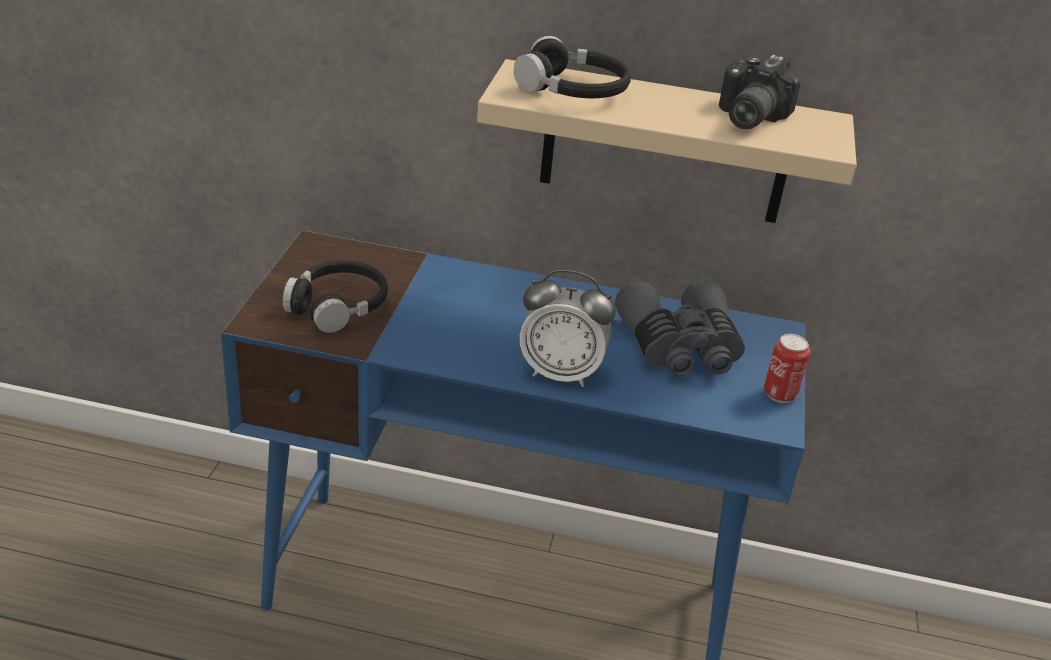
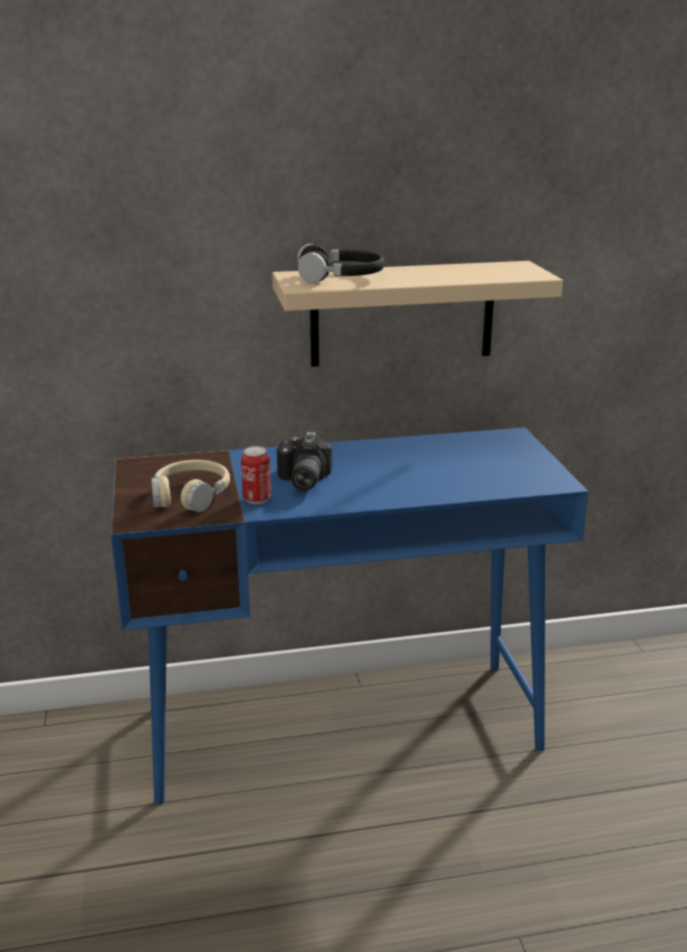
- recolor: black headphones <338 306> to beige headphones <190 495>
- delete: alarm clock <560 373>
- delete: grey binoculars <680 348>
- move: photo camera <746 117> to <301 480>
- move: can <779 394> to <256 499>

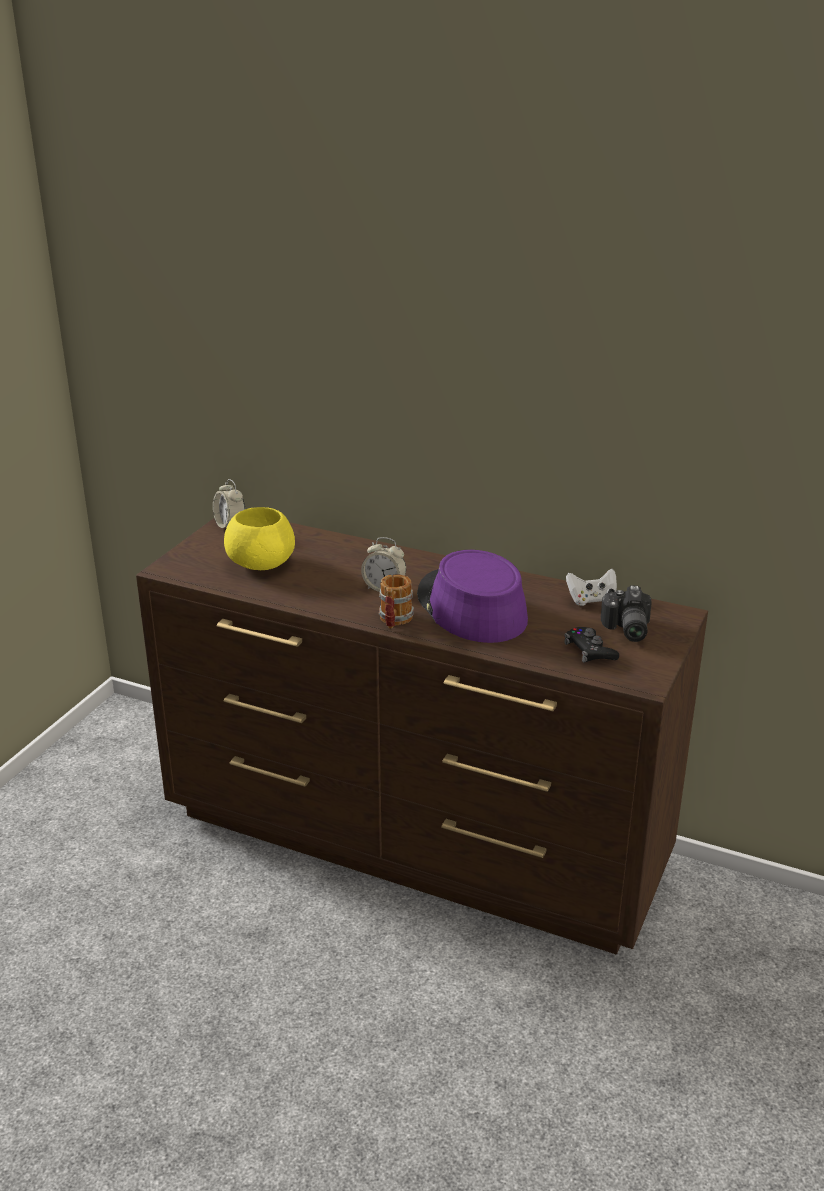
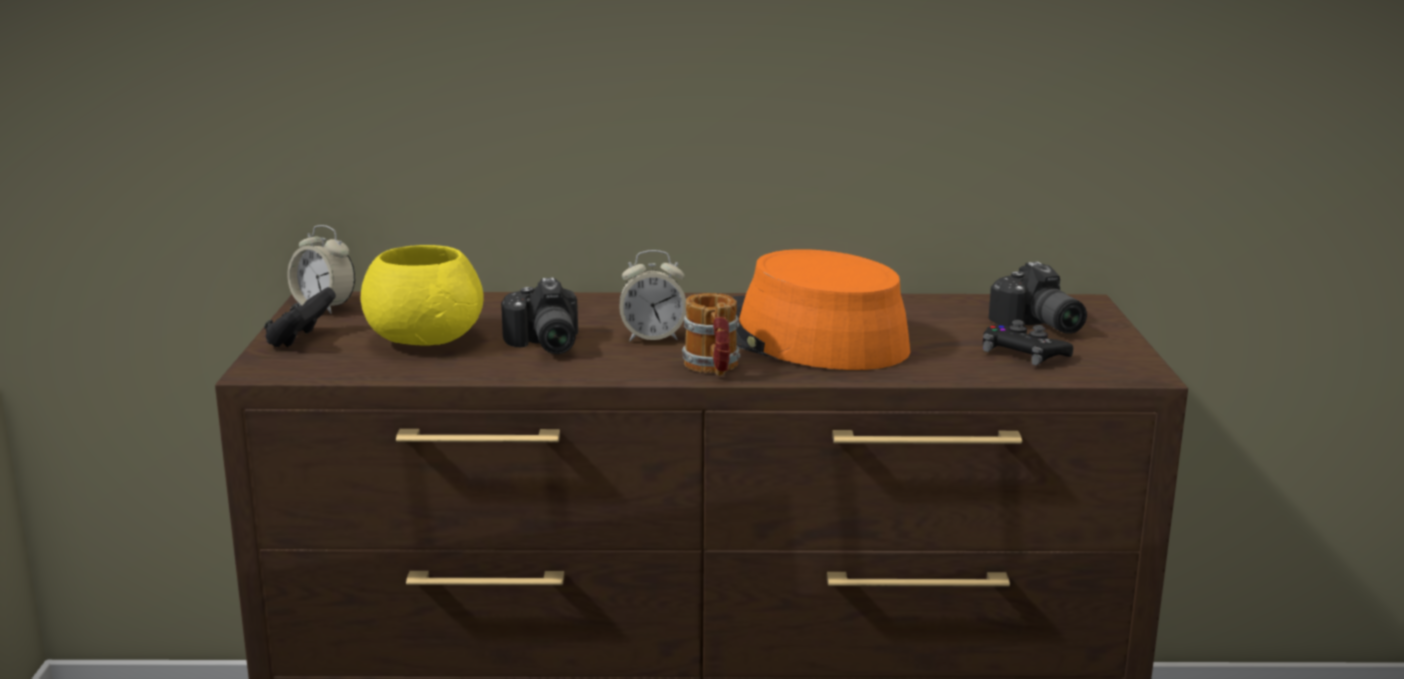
- recolor: purple hat <470 607> to orange hat <805 338>
- delete: white game controller <591 600>
- insert: black game controller <300 340>
- insert: photo camera <543 345>

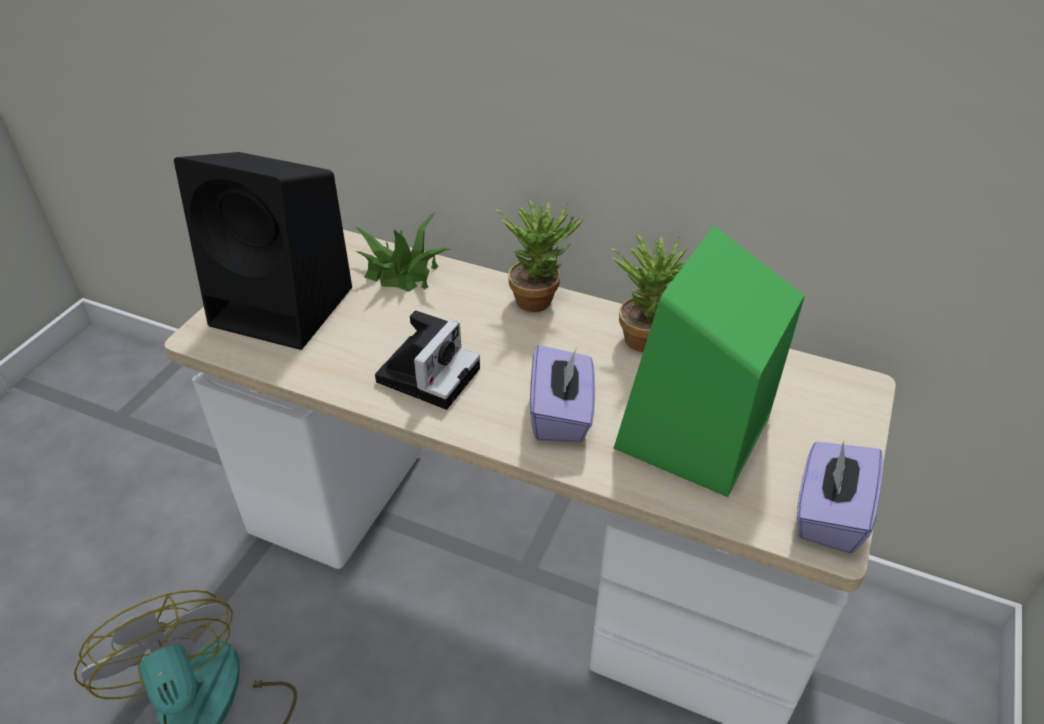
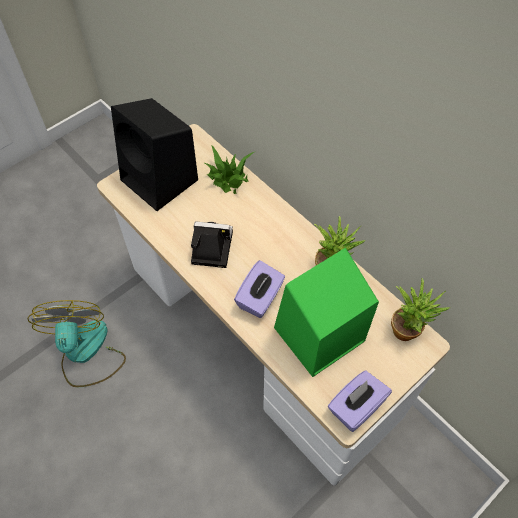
- rotate: photo camera <429 372> = <210 248> 135 degrees counterclockwise
- move: potted plant <539 297> to <408 329>

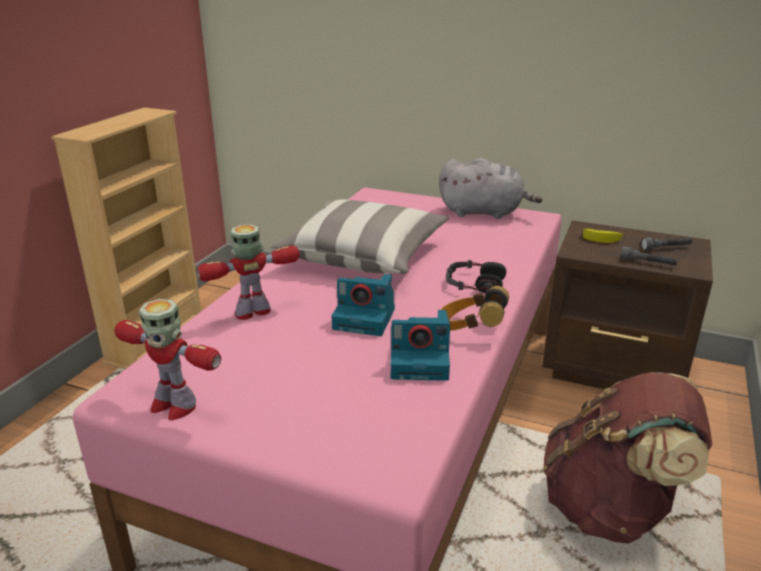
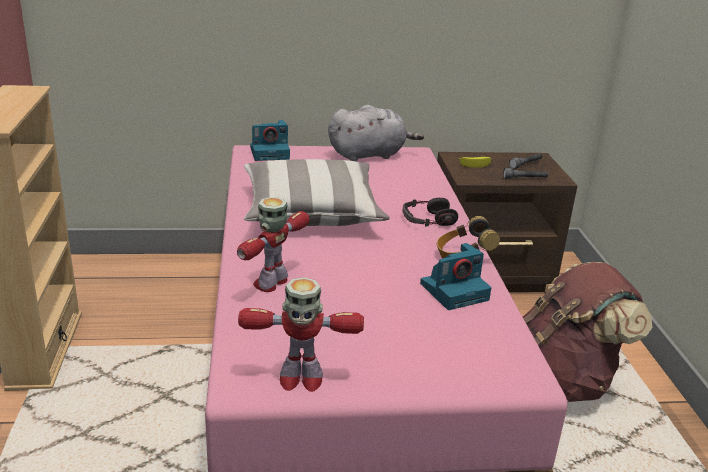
- move: photo camera <366 319> to <270 153>

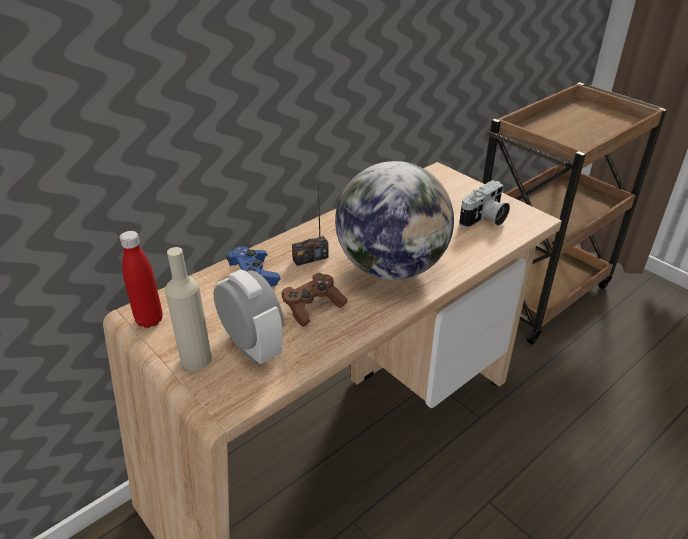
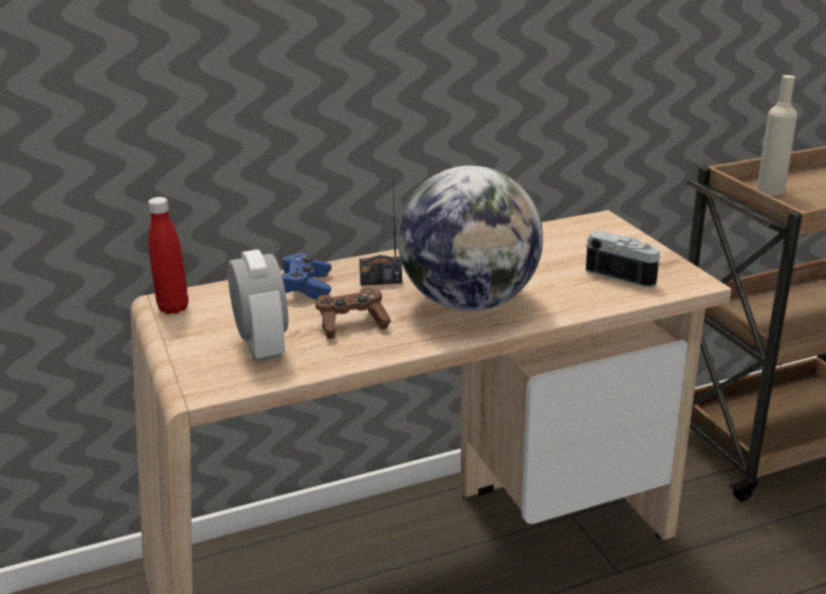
- move: beige bottle <196 359> to <770 191>
- rotate: photo camera <485 219> = <624 274> 120 degrees counterclockwise

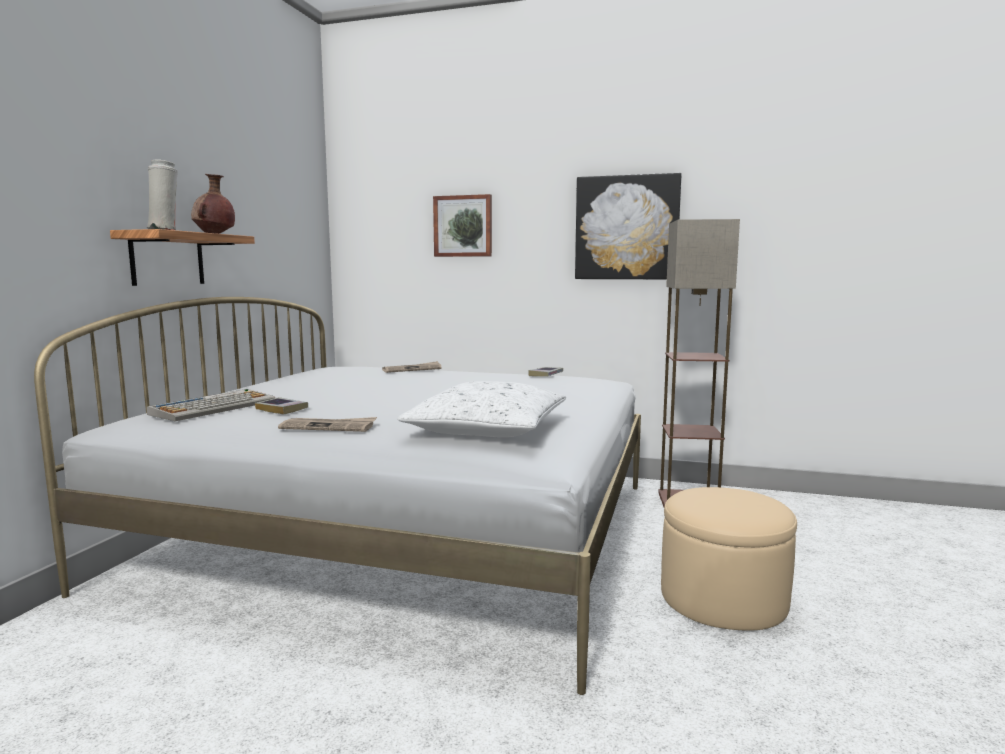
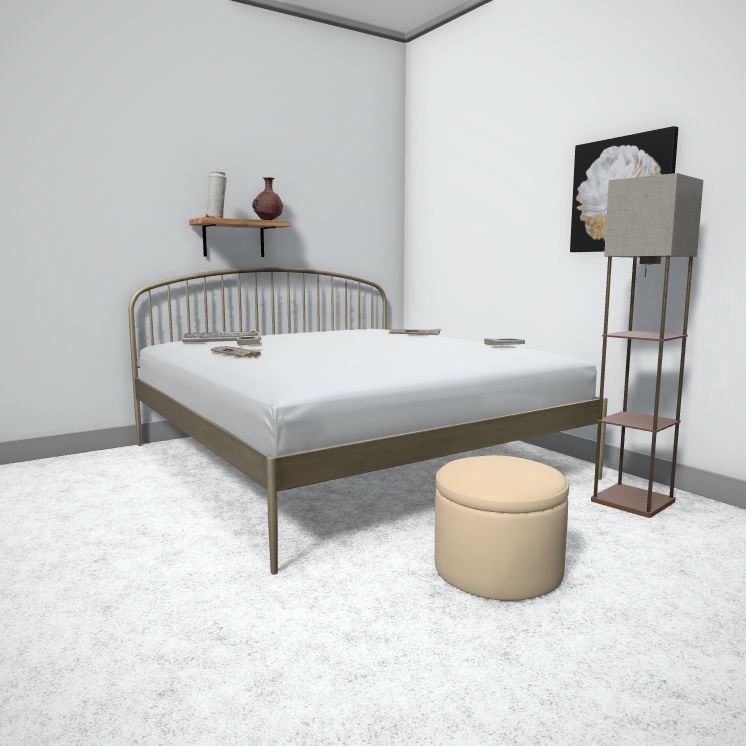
- delete: white pillow <487 428>
- delete: picture <463 226>

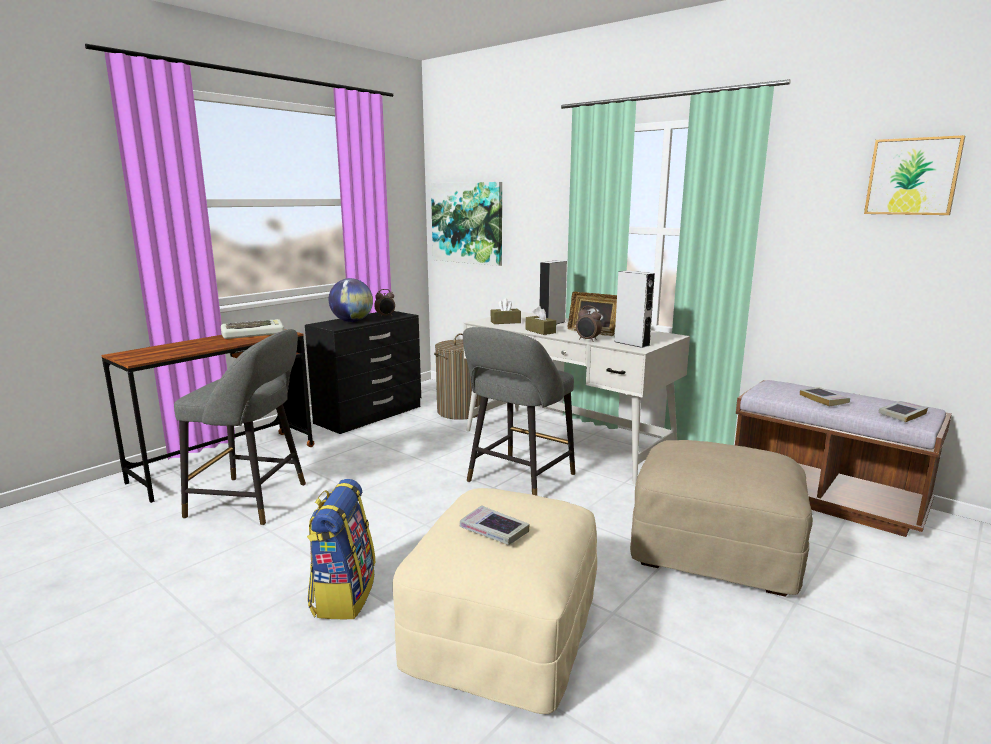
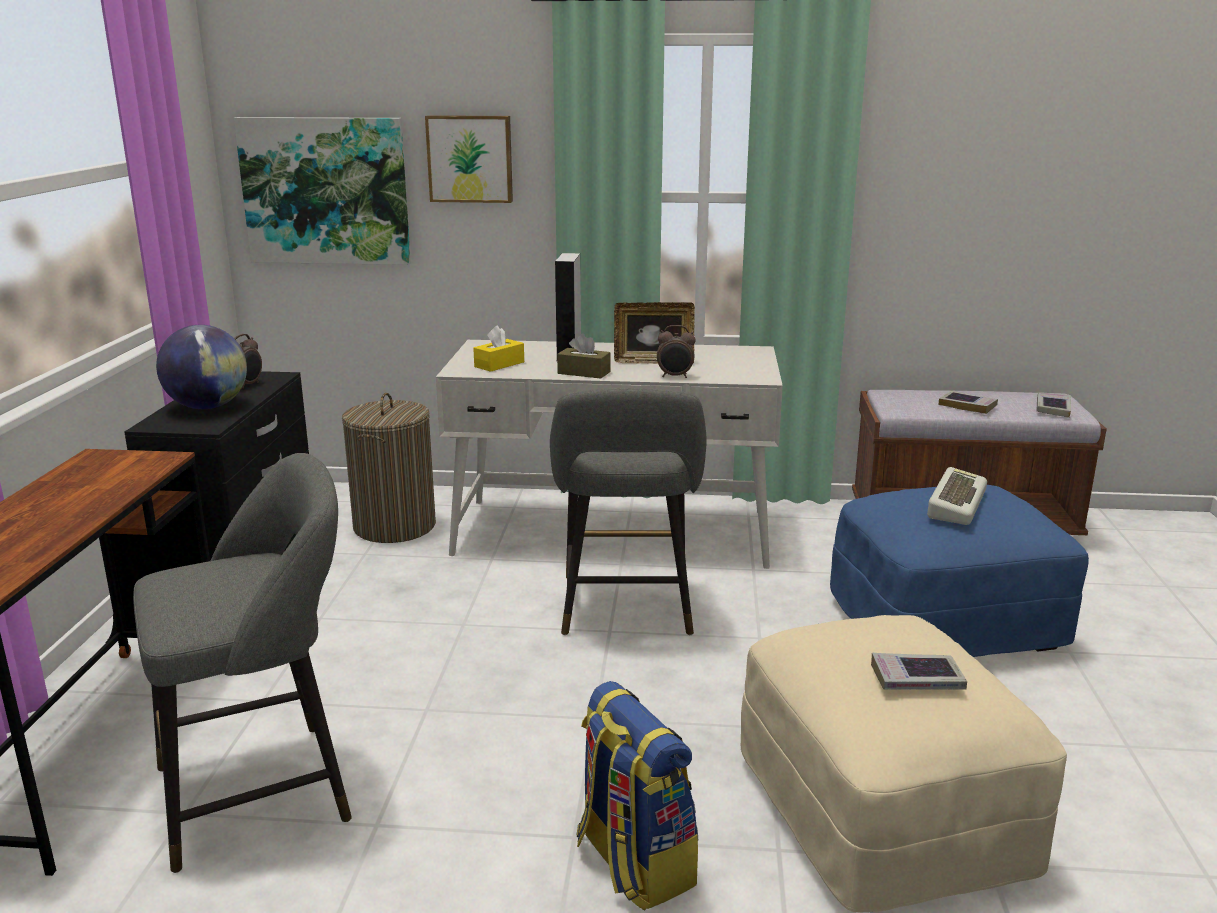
- move: keyboard <254 334> to <954 503>
- recolor: brown tissue box <505 322> to yellow tissue box <499 364>
- delete: grey speaker <631 343>
- recolor: beige ottoman <714 552> to blue ottoman <945 625>
- move: picture <912 176> to <470 159>

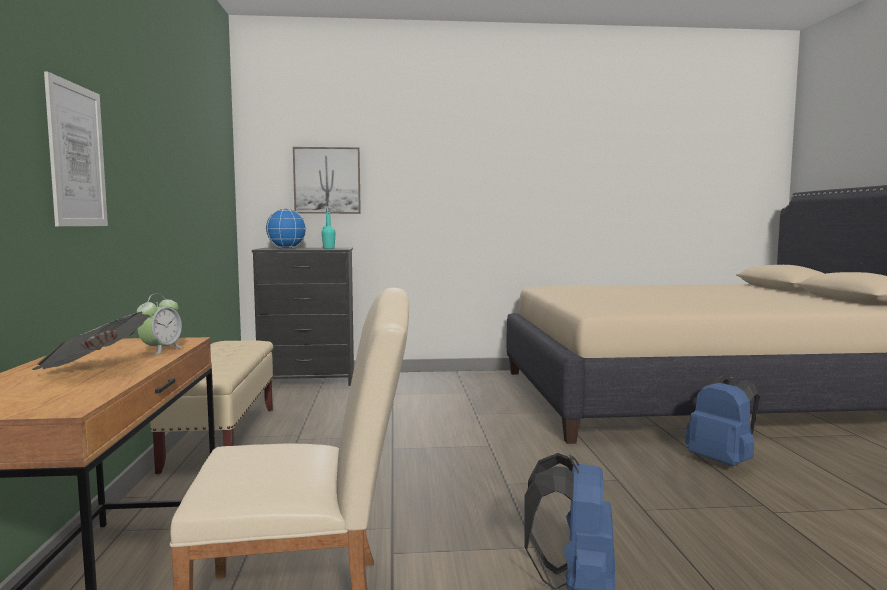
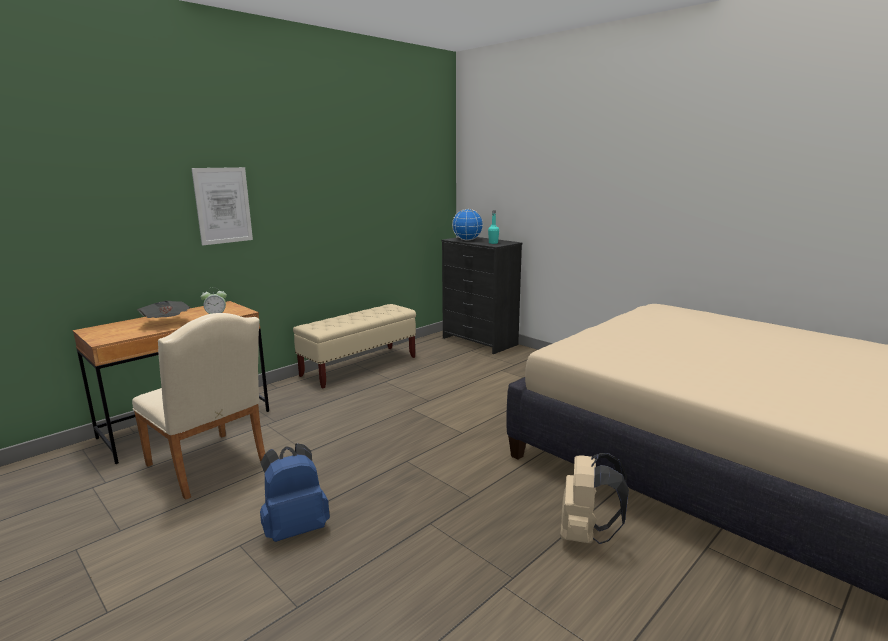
- delete: picture <327 180>
- recolor: blue backpack <722 462> to beige backpack <585 535>

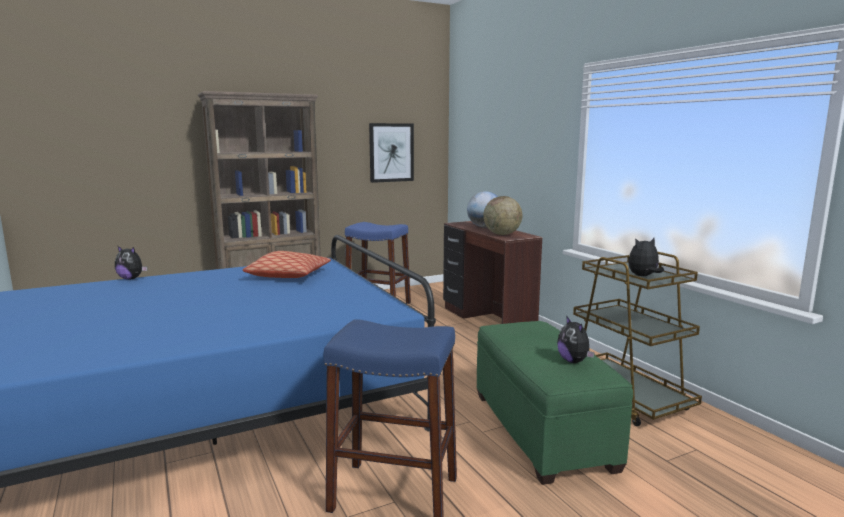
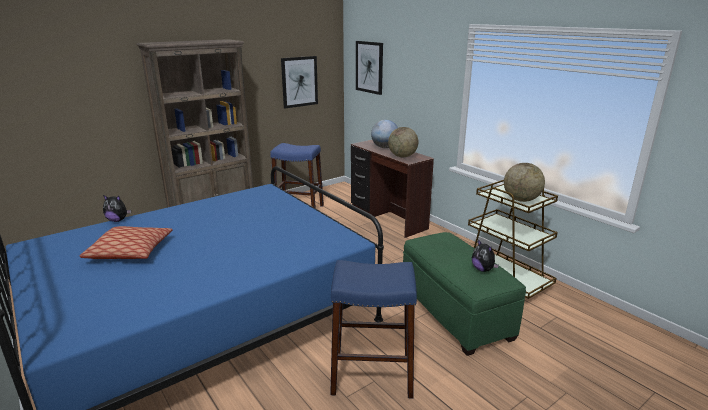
- move: pillow <289 275> to <131 251>
- replace: plush toy <643 276> to globe <521 200>
- insert: picture <369 67>

